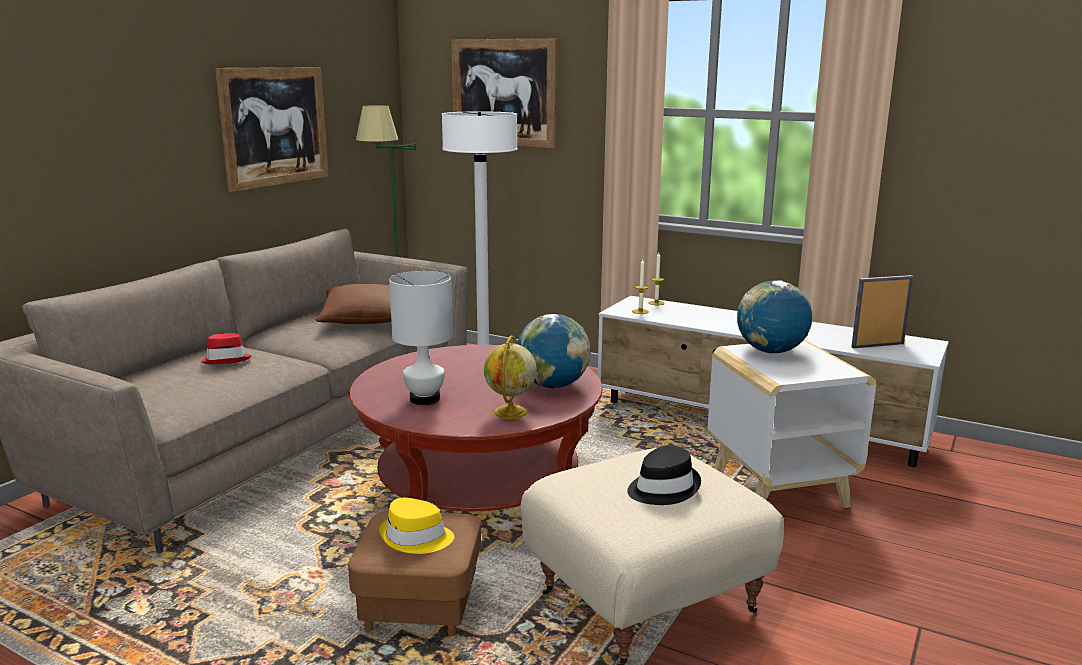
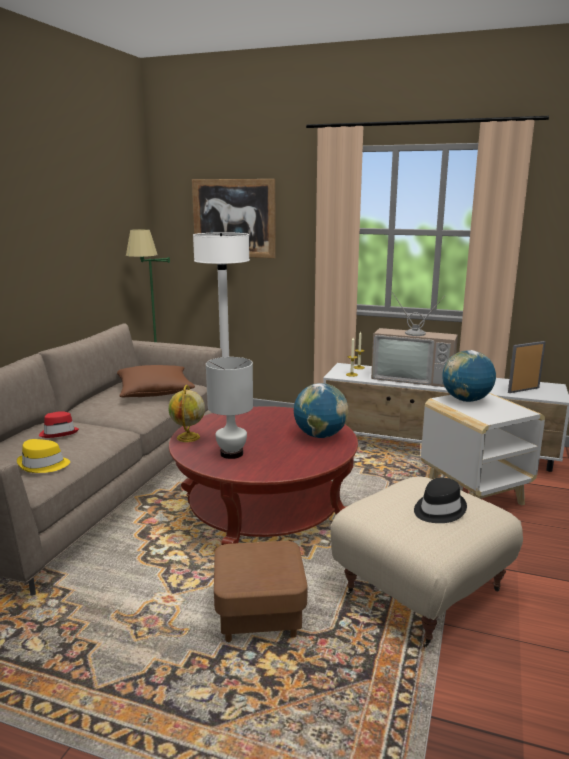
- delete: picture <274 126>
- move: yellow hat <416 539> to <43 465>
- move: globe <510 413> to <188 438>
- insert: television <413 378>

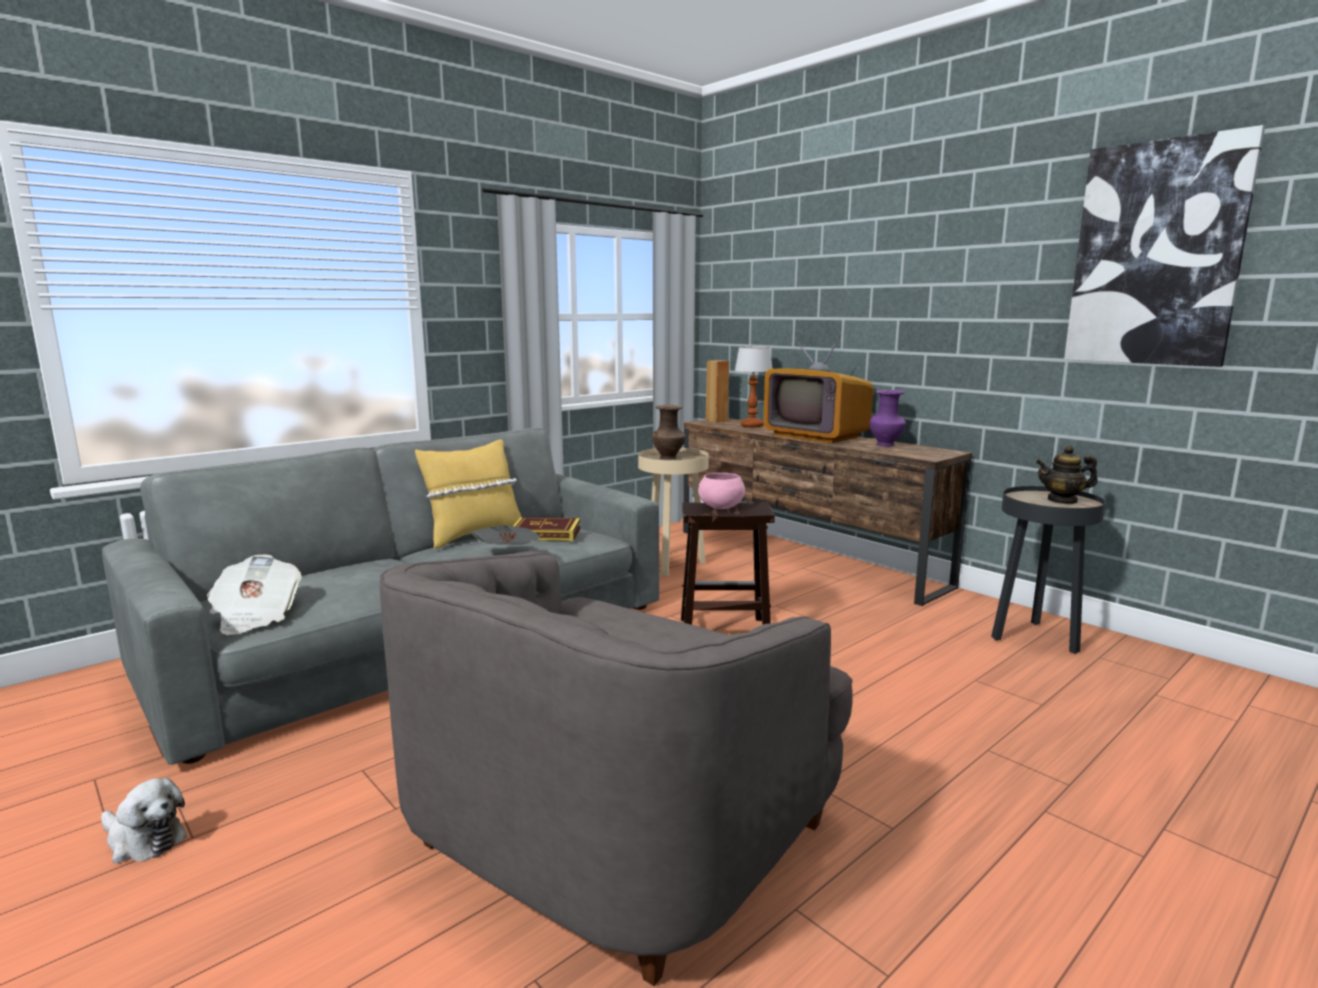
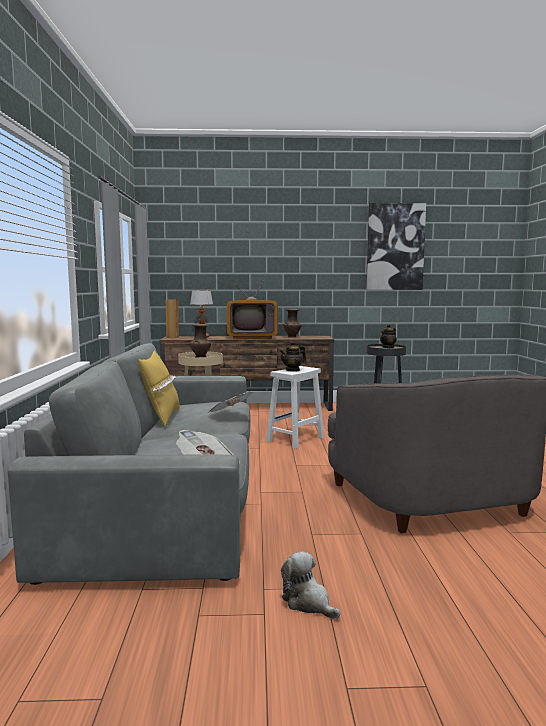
- rotate: plush toy <143 840> = <308 602> 105 degrees counterclockwise
- delete: book <546 534>
- recolor: brown stool <722 631> to white stool <295 439>
- replace: pink bowl <721 507> to teapot <292 370>
- recolor: purple vase <886 445> to brown vase <292 336>

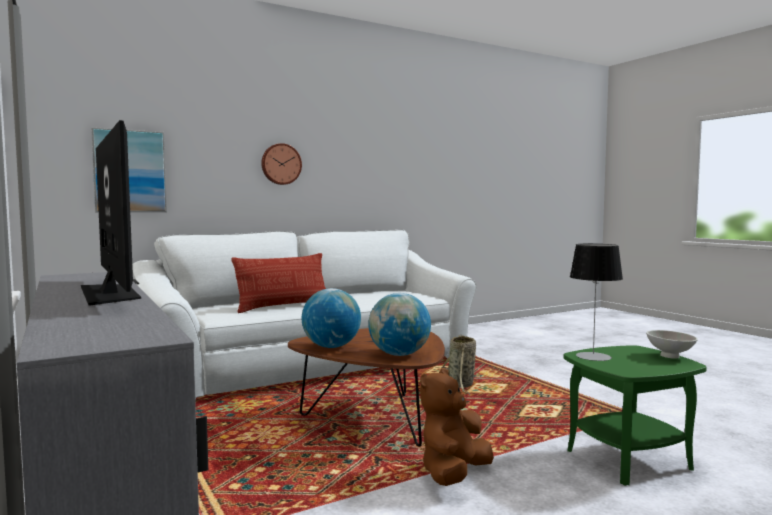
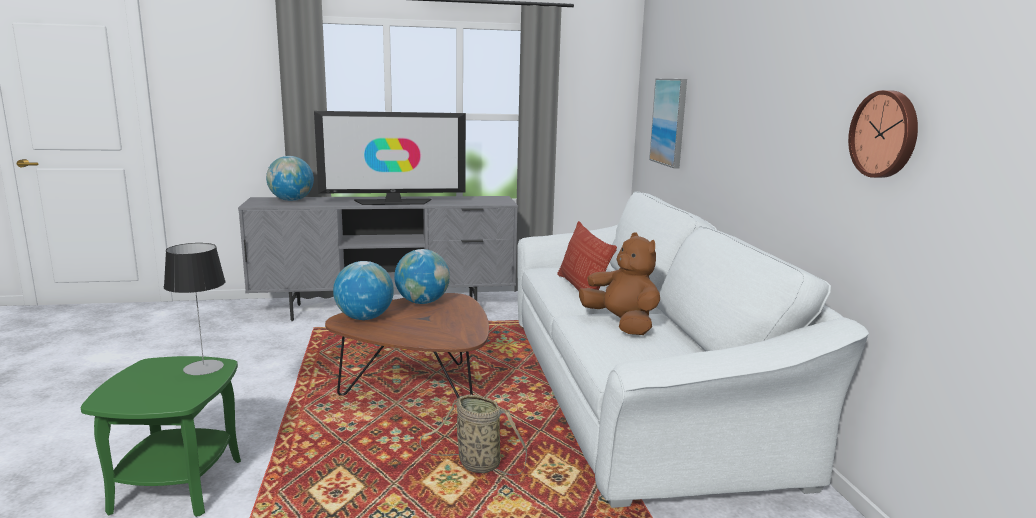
- move: wall clock <281 164> to <885 134>
- move: brown plush toy <454 474> to <621 324>
- delete: white bowl <670 356>
- insert: globe <291 200>

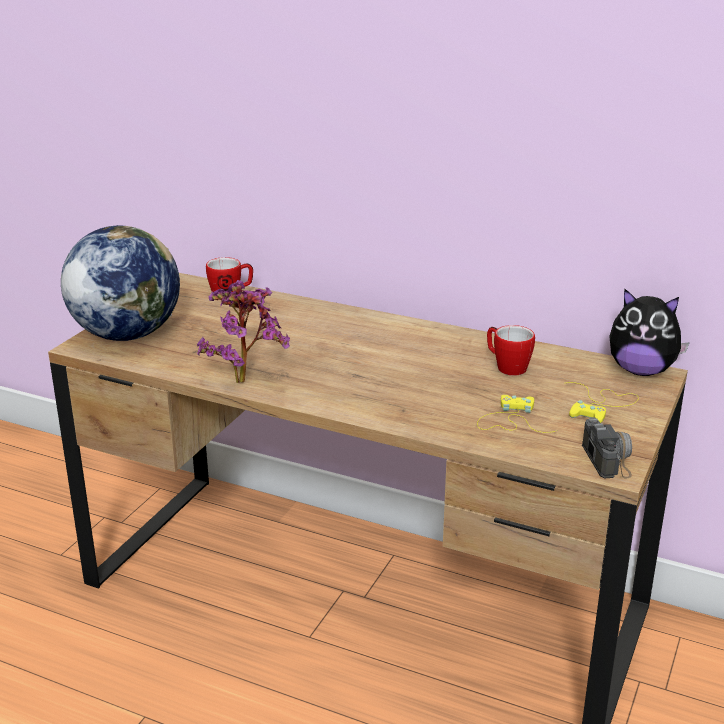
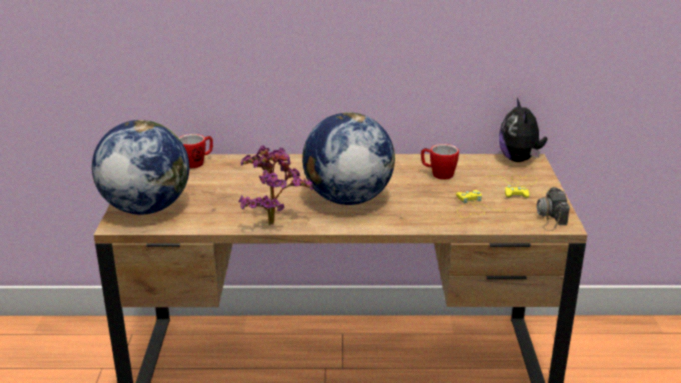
- rotate: photo camera <607 456> = <550 216> 150 degrees counterclockwise
- rotate: plush toy <641 371> = <519 160> 90 degrees clockwise
- insert: globe <347 199>

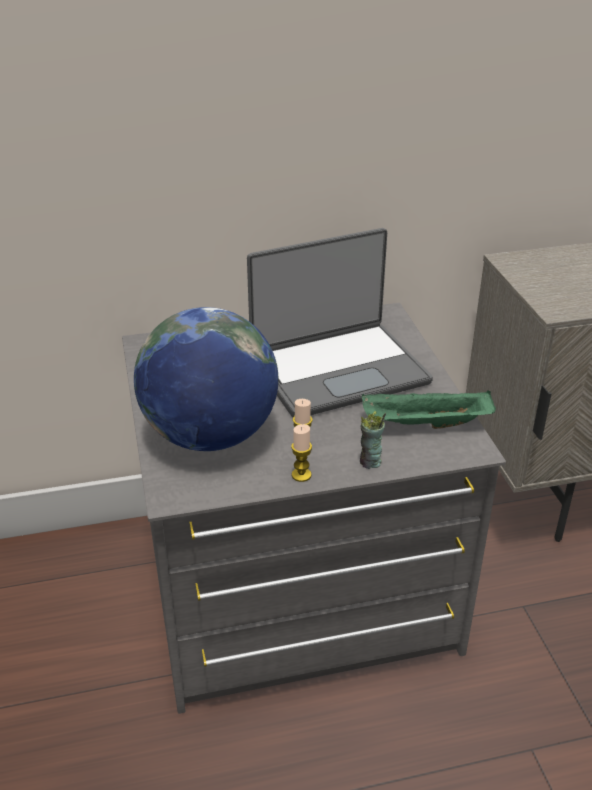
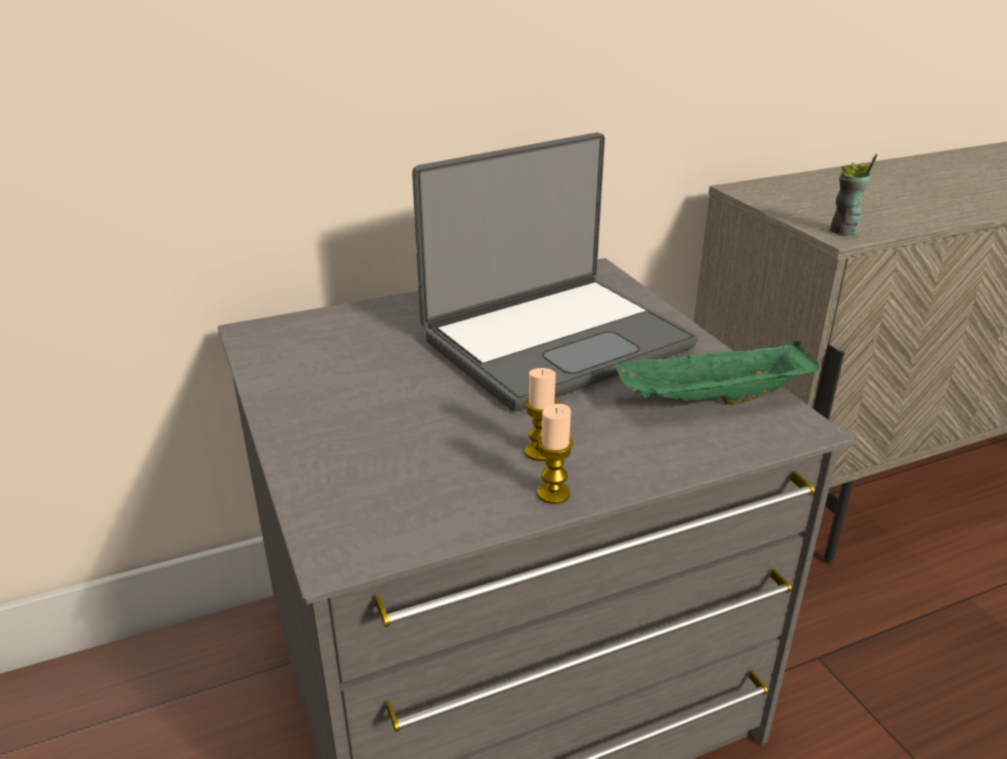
- delete: globe <210 435>
- move: cup <370 462> to <843 231>

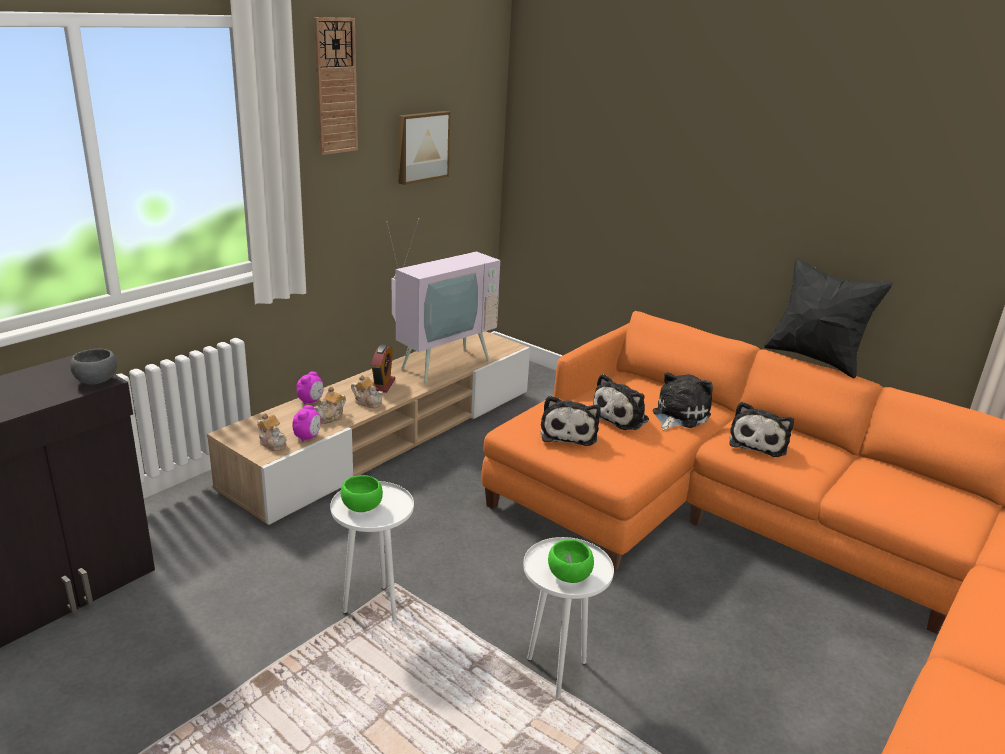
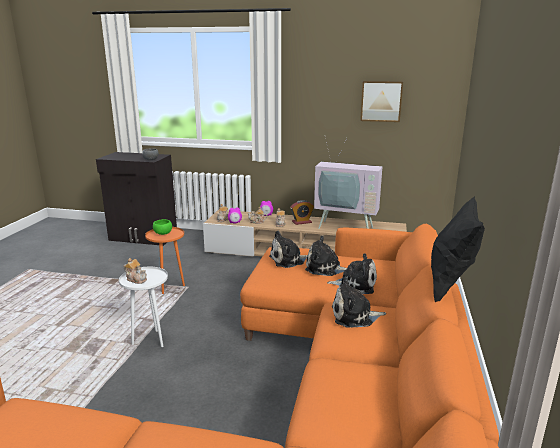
- delete: wall clock <335 87>
- recolor: white side table <374 607> to orange side table <169 287>
- replace: green bowl <568 575> to teapot <136 279>

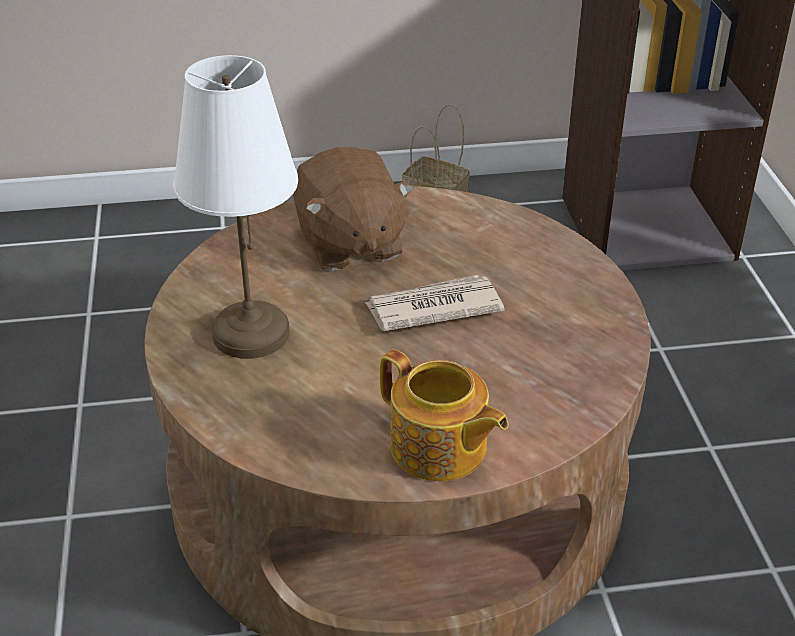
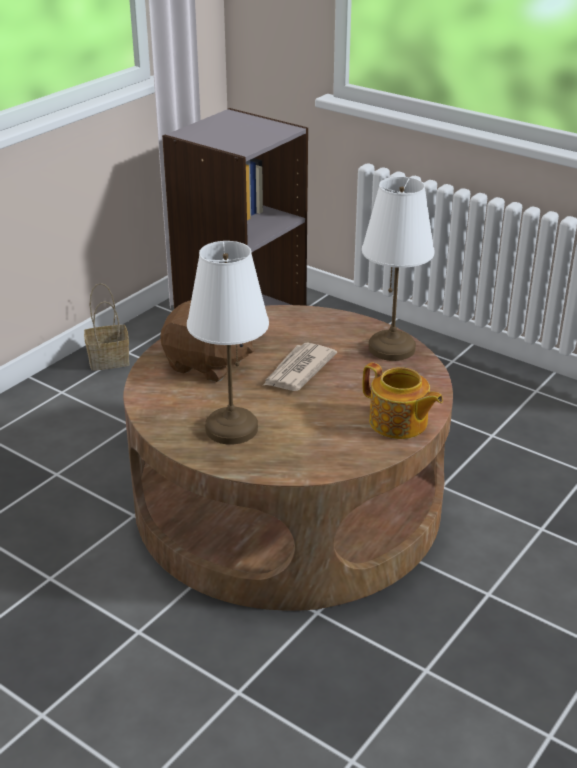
- rotate: teapot <439 449> = <399 423> 45 degrees clockwise
- insert: white table lamp <391 348>

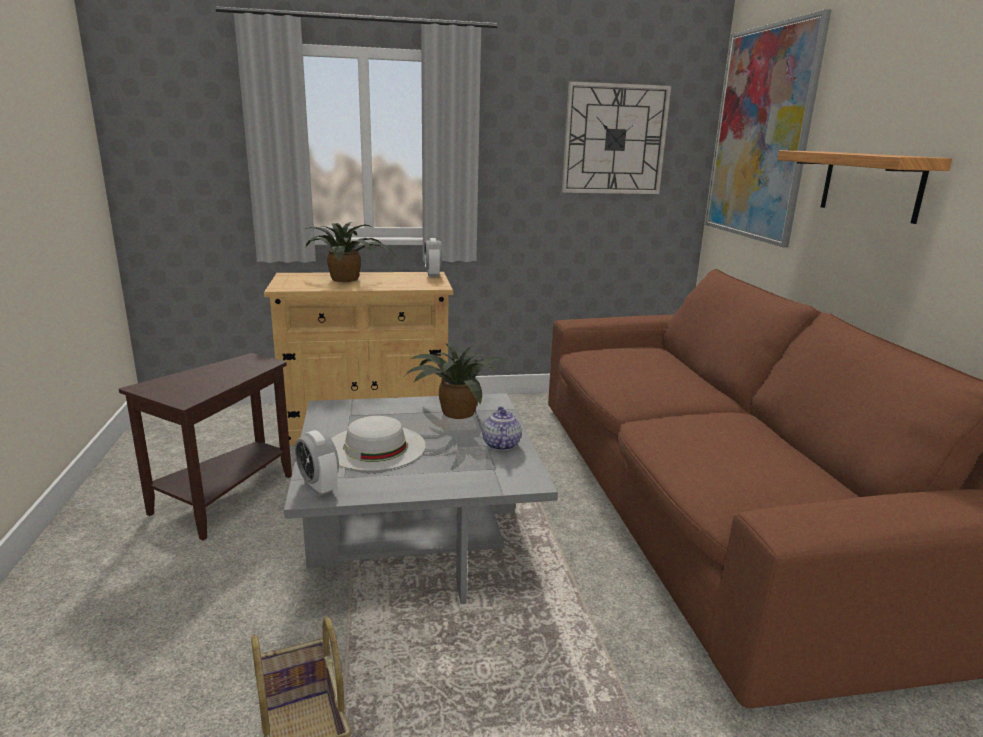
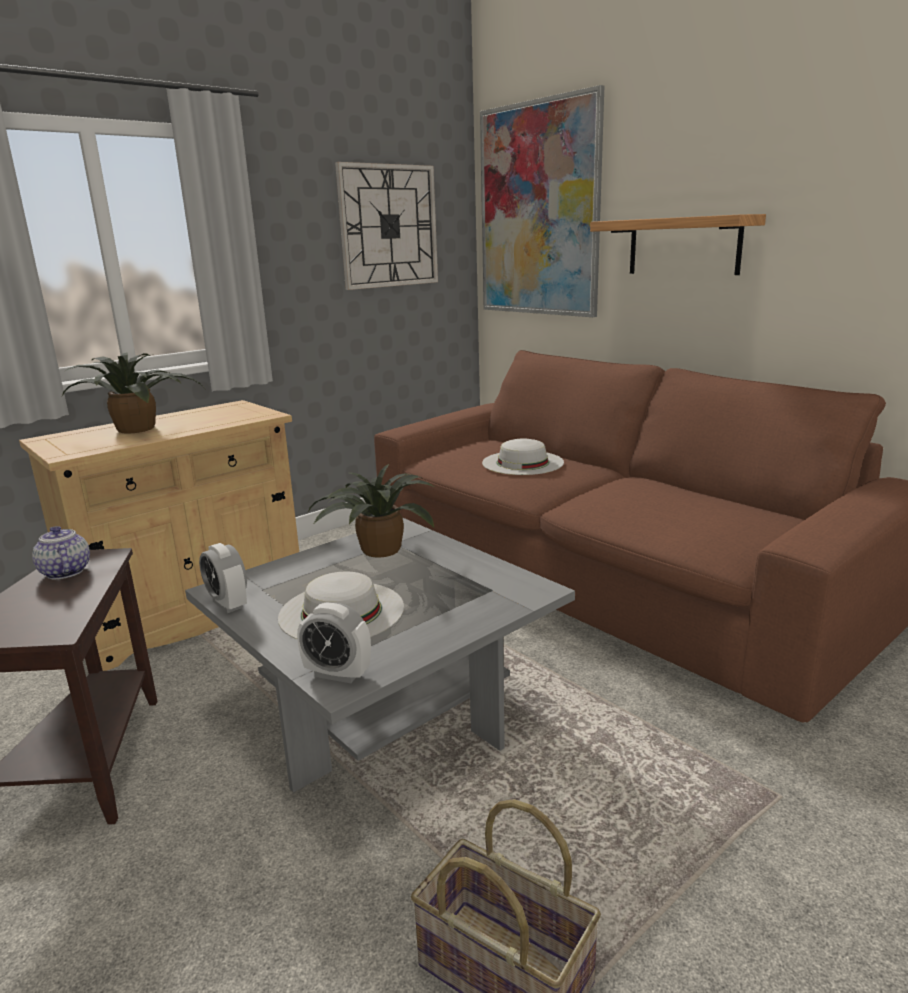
- move: alarm clock <433 275> to <228 604>
- move: teapot <500 444> to <64 572>
- insert: white hat <522 462>

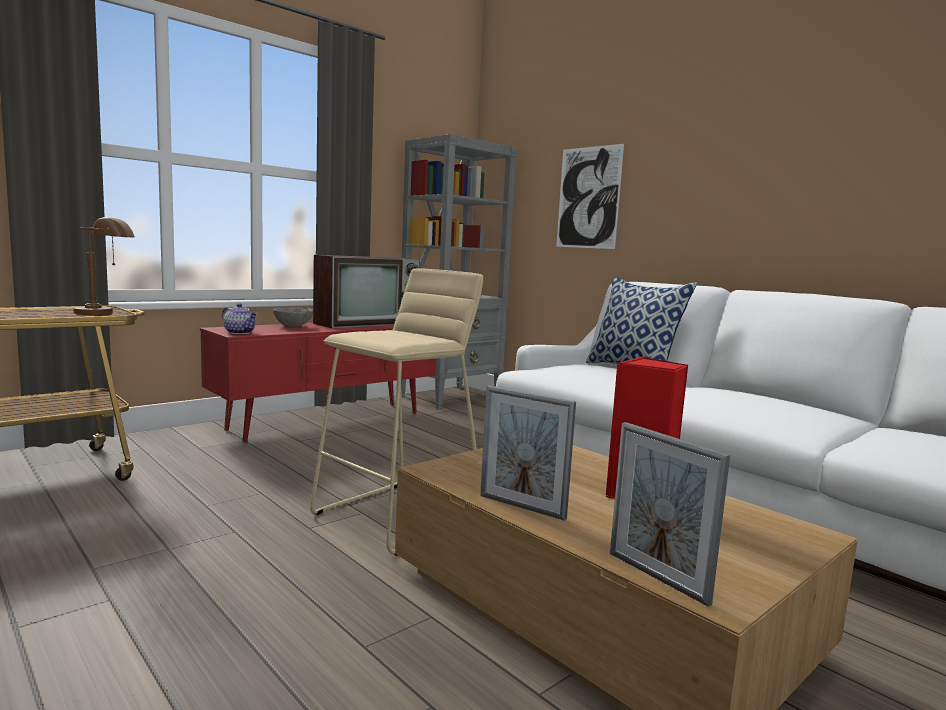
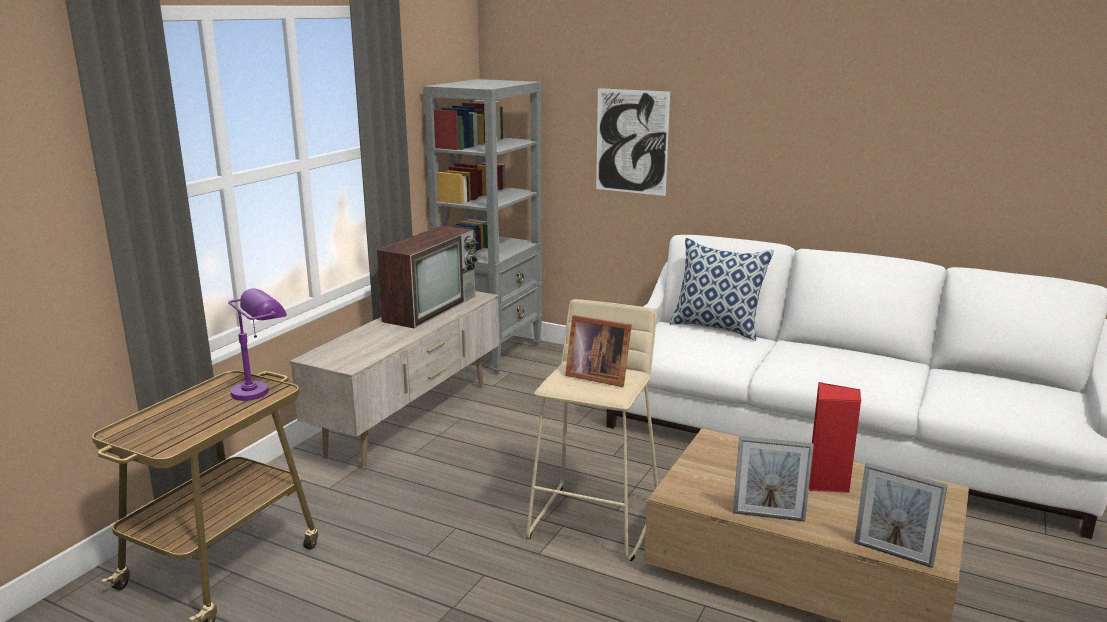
- recolor: brown table lamp <107 313> to purple table lamp <262 389>
- recolor: red tv stand <328 422> to beige tv stand <411 420>
- delete: teapot <240 332>
- delete: grey bowl <293 326>
- insert: picture frame <596 376>

